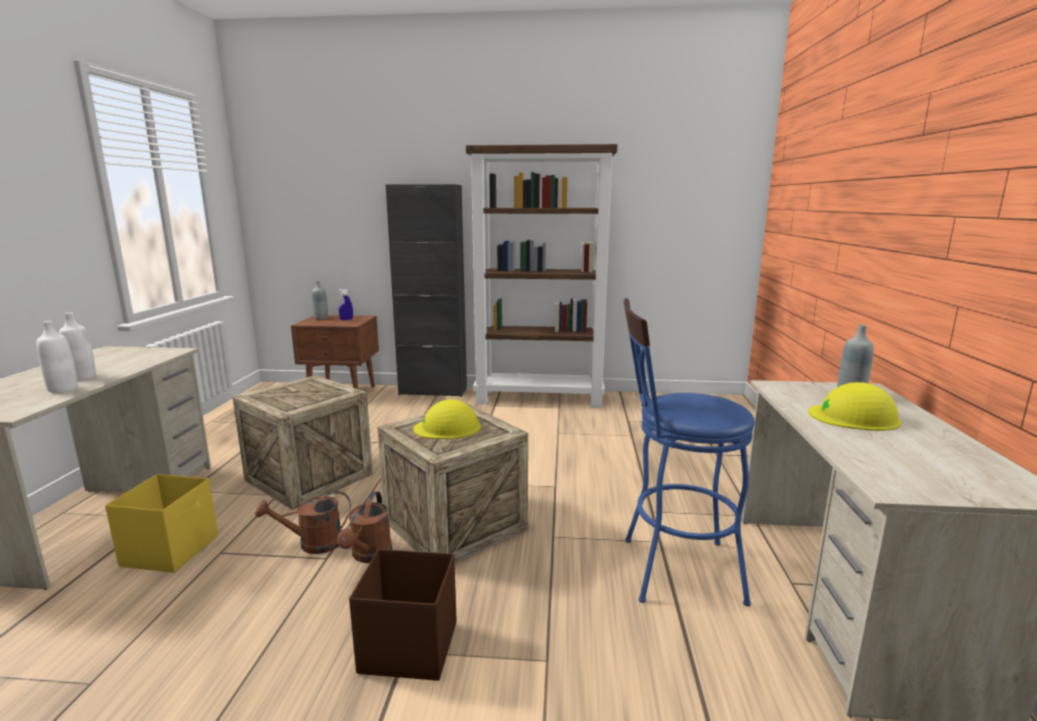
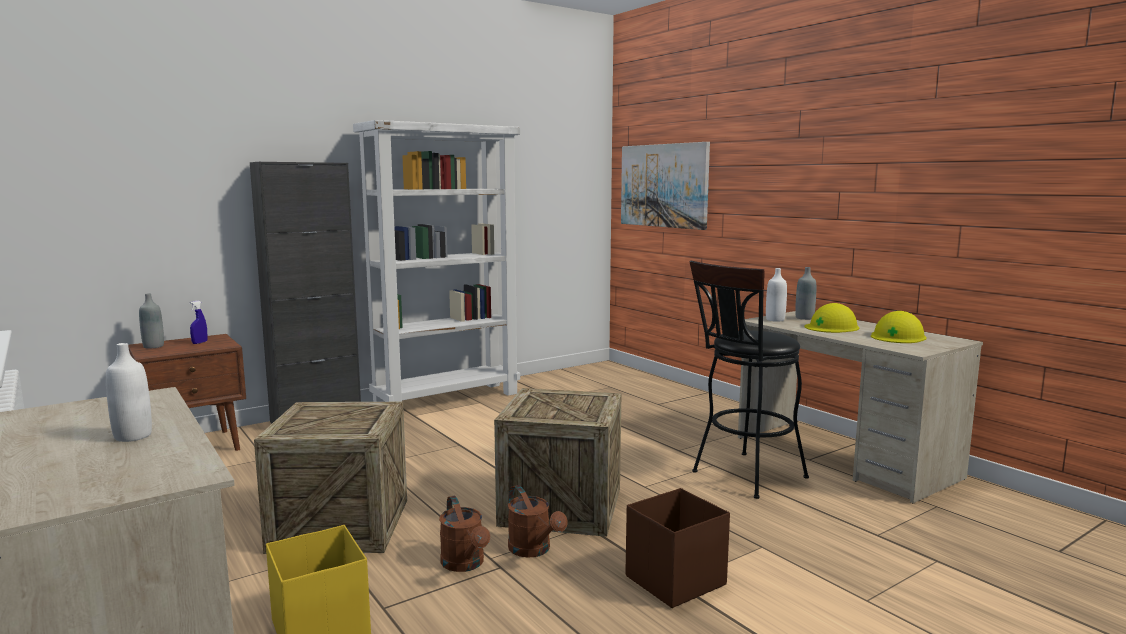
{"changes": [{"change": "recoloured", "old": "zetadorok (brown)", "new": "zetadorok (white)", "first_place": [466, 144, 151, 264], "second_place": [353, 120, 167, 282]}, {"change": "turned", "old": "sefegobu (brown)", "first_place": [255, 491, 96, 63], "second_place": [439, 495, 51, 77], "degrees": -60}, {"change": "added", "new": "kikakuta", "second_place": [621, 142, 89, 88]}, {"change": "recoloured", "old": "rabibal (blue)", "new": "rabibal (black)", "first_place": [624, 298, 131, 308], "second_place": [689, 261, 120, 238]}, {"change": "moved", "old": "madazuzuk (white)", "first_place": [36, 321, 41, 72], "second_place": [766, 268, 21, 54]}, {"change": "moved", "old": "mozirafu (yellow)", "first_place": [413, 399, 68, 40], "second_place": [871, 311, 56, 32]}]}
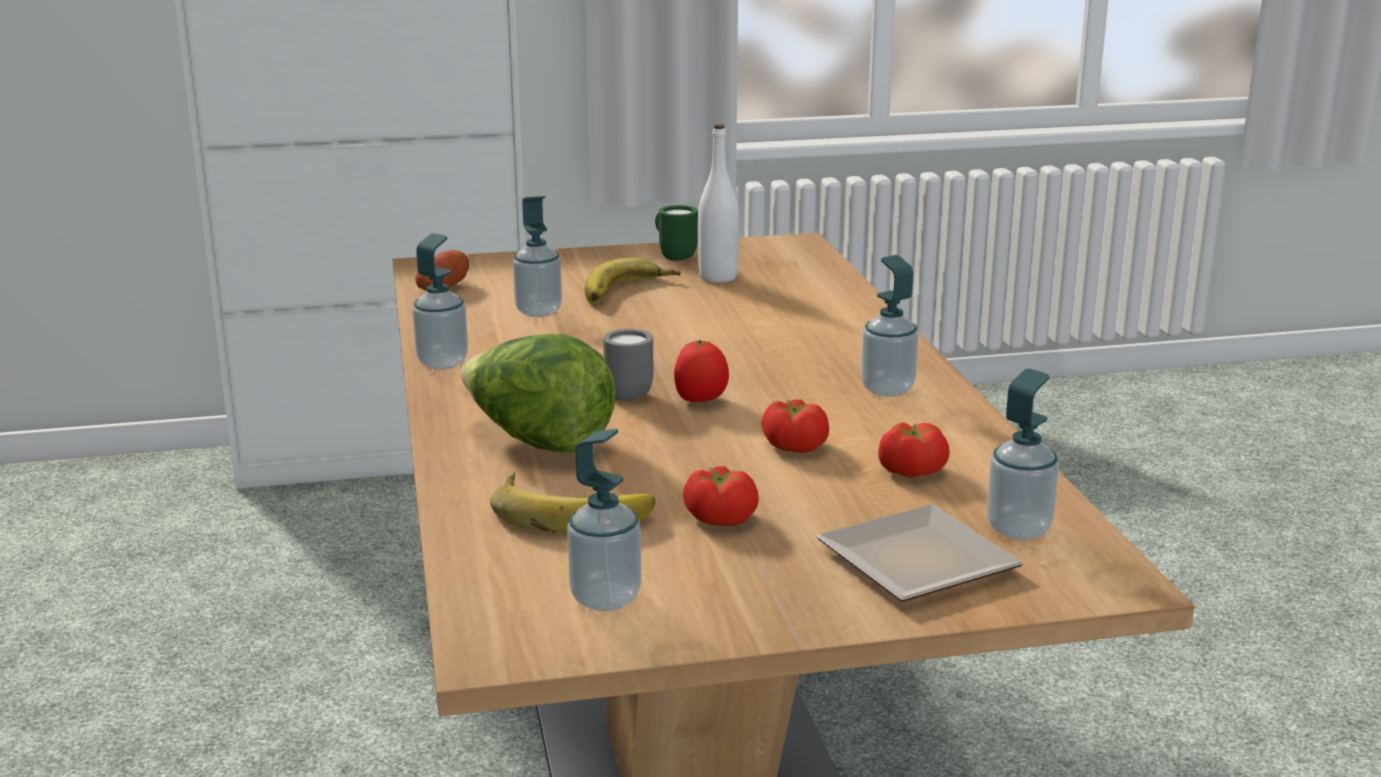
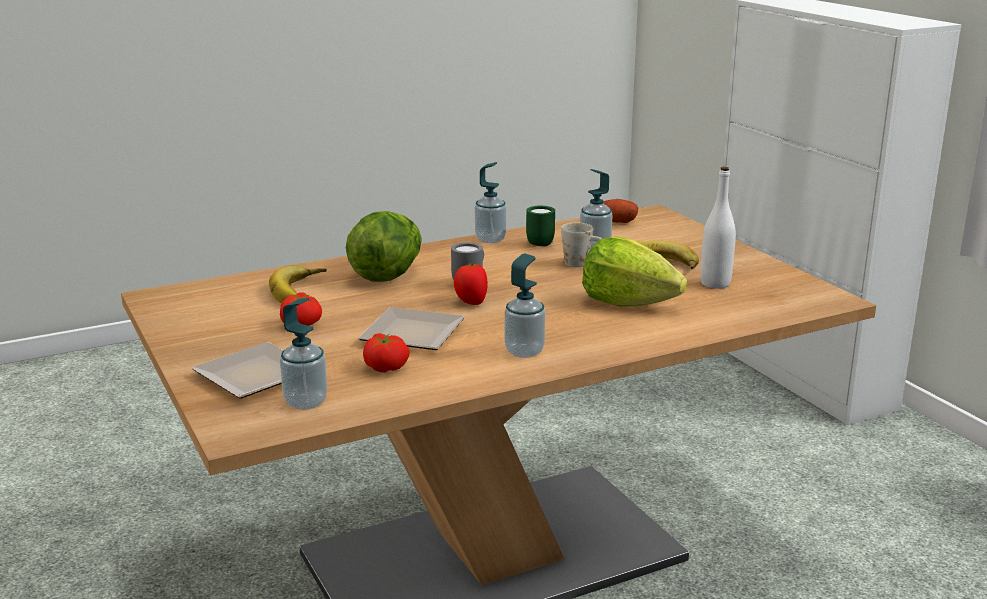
{"changes": [{"change": "replaced", "old": "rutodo", "new": "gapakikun", "first_place": [762, 399, 67, 54], "second_place": [358, 307, 107, 43]}, {"change": "moved", "old": "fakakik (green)", "first_place": [655, 205, 43, 56], "second_place": [526, 206, 29, 40]}, {"change": "added", "new": "fakakik (white)", "second_place": [561, 222, 41, 45]}, {"change": "added", "new": "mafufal", "second_place": [582, 236, 105, 70]}, {"change": "removed", "old": "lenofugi", "first_place": [567, 429, 74, 182]}]}
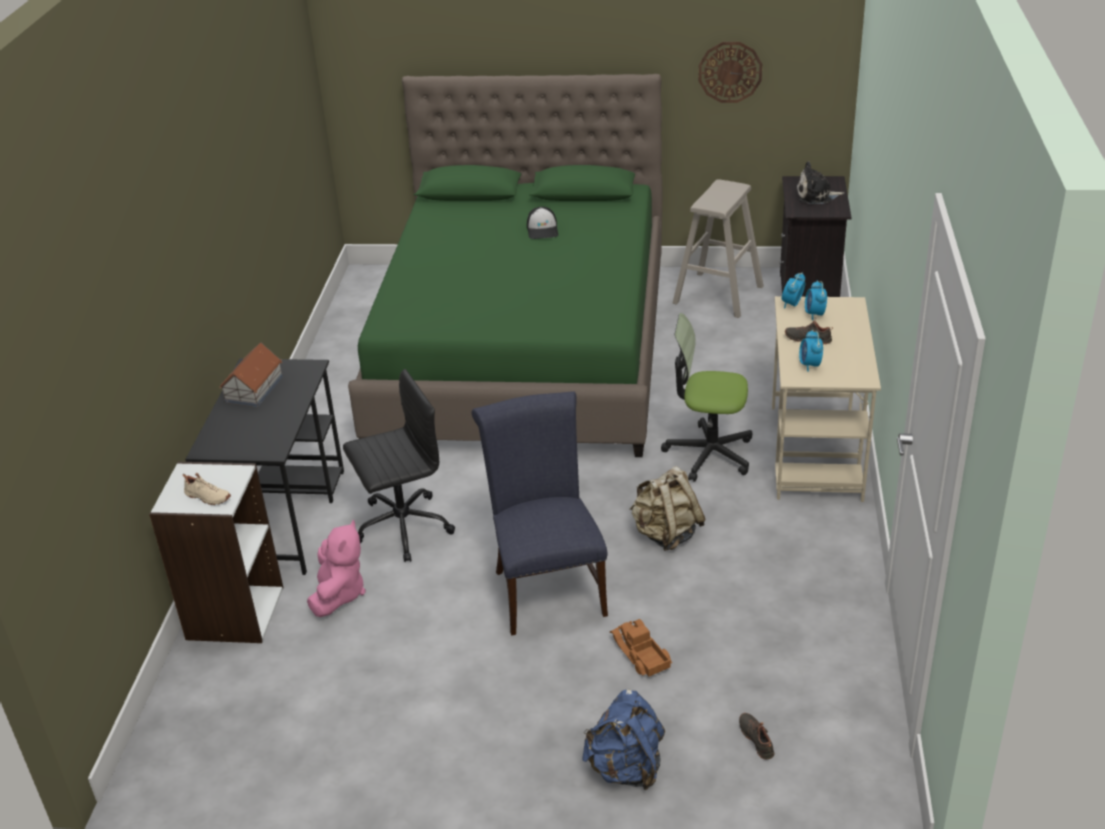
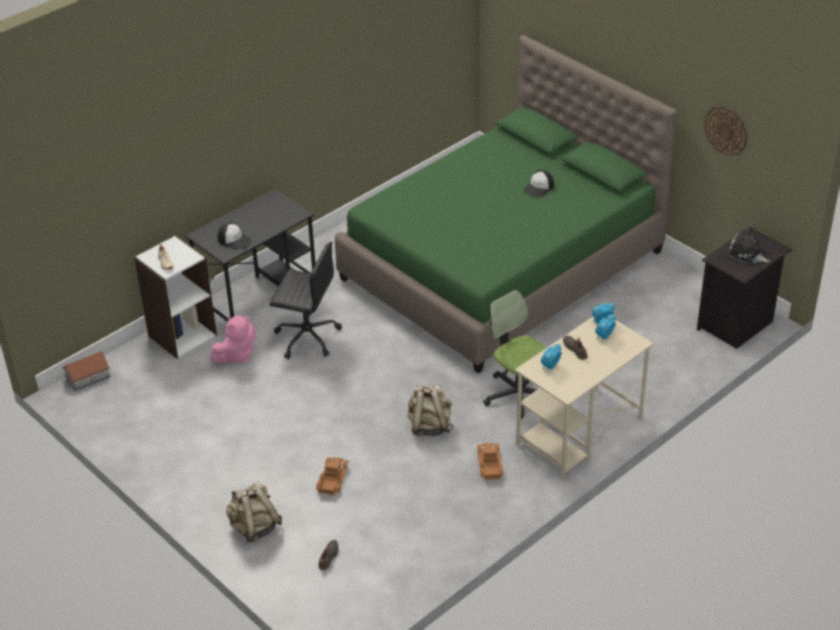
{"changes": [{"change": "moved", "old": "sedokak", "first_place": [219, 342, 64, 65], "second_place": [63, 351, 47, 40]}, {"change": "added", "new": "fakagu", "second_place": [218, 222, 34, 28]}, {"change": "recoloured", "old": "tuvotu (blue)", "new": "tuvotu (beige)", "first_place": [583, 689, 82, 101], "second_place": [226, 481, 56, 62]}, {"change": "added", "new": "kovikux", "second_place": [477, 443, 27, 37]}, {"change": "removed", "old": "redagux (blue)", "first_place": [472, 391, 136, 244]}, {"change": "removed", "old": "rabibal (beige)", "first_place": [672, 179, 92, 139]}]}
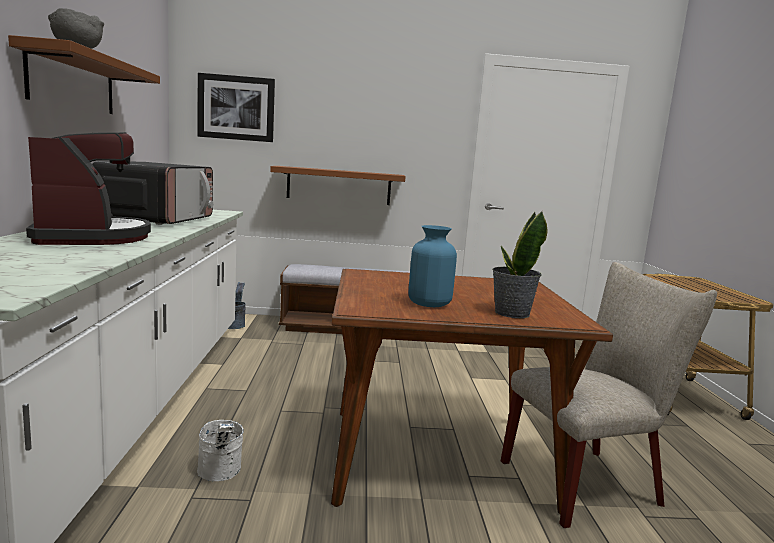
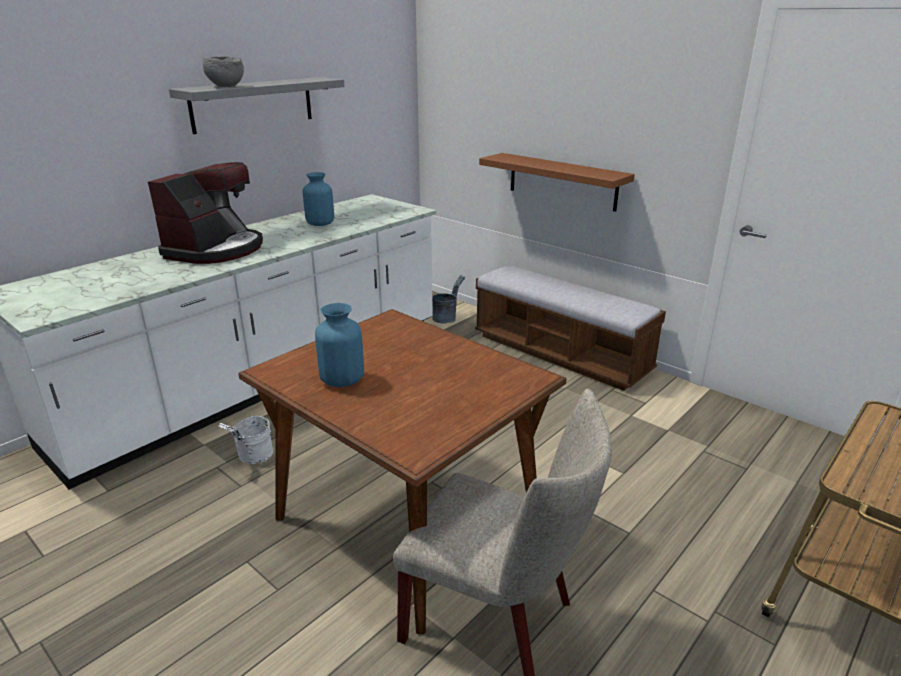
{"changes": [{"change": "recoloured", "old": "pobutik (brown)", "new": "pobutik (grey)", "first_place": [8, 35, 152, 79], "second_place": [169, 77, 175, 57]}, {"change": "replaced", "old": "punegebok", "new": "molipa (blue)", "first_place": [92, 161, 121, 64], "second_place": [303, 172, 31, 54]}, {"change": "removed", "old": "kikakuta", "first_place": [198, 73, 77, 69]}, {"change": "removed", "old": "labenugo", "first_place": [492, 211, 56, 107]}]}
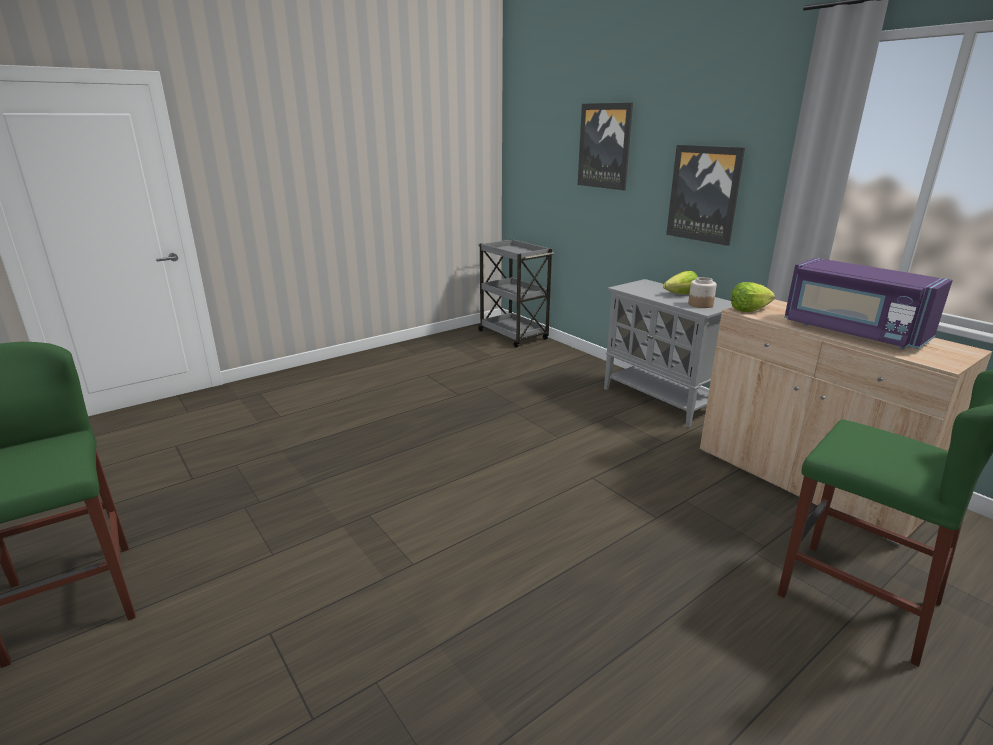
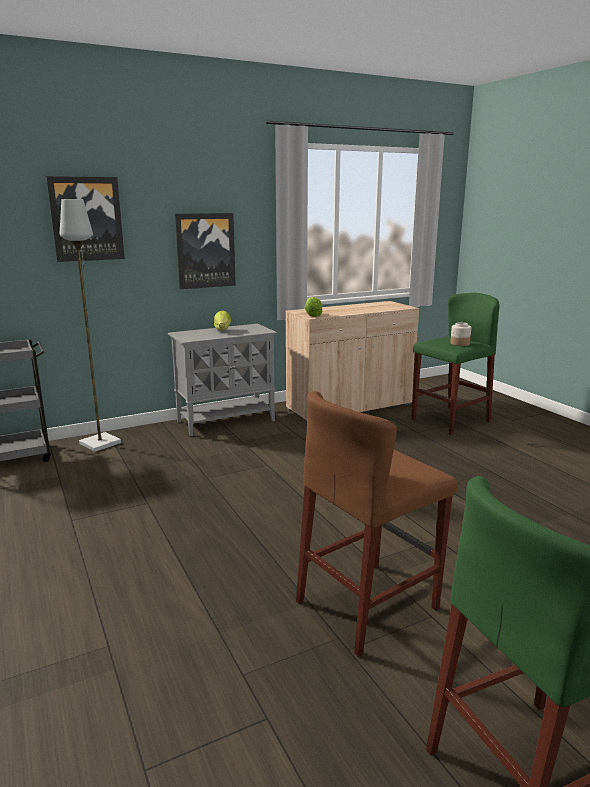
{"changes": [{"change": "added", "new": "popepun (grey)", "second_place": [60, 199, 61, 253]}, {"change": "added", "new": "rabibal (brown)", "second_place": [296, 391, 162, 266]}, {"change": "moved", "old": "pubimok", "first_place": [688, 277, 29, 31], "second_place": [450, 322, 21, 24]}, {"change": "removed", "old": "punegebok (purple)", "first_place": [784, 258, 169, 91]}]}
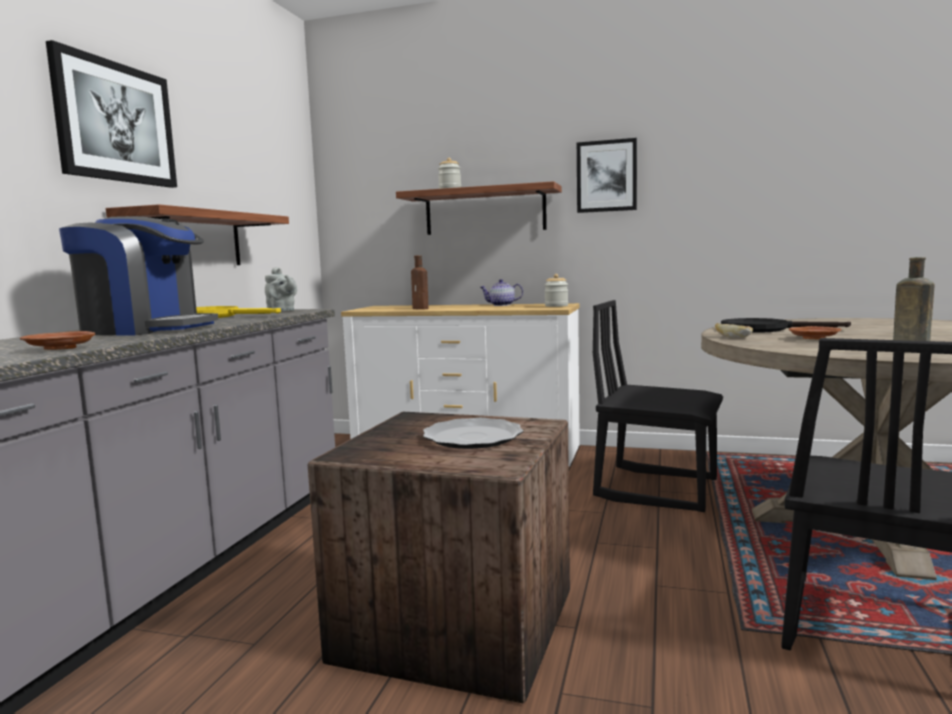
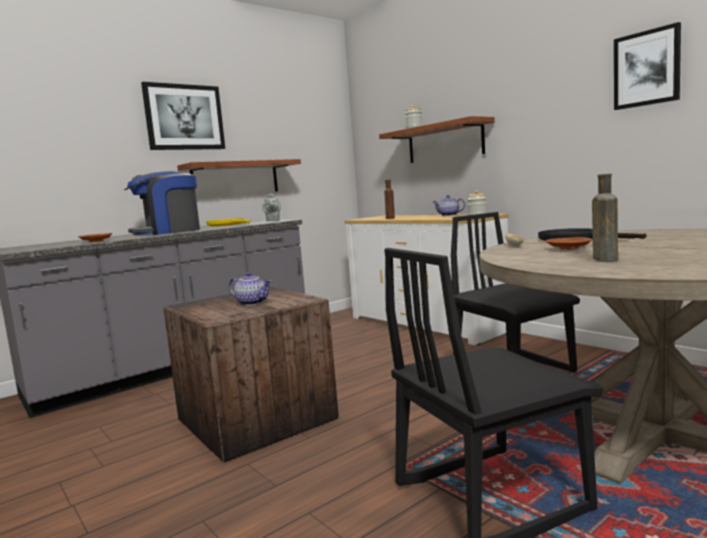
{"changes": [{"change": "turned", "old": "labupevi", "first_place": [59, 216, 159, 120], "second_place": [124, 171, 76, 64], "degrees": 105}, {"change": "replaced", "old": "gapakikun", "new": "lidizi", "first_place": [423, 418, 100, 31], "second_place": [229, 272, 43, 34]}, {"change": "moved", "old": "kikakuta", "first_place": [577, 138, 60, 75], "second_place": [614, 22, 67, 88]}]}
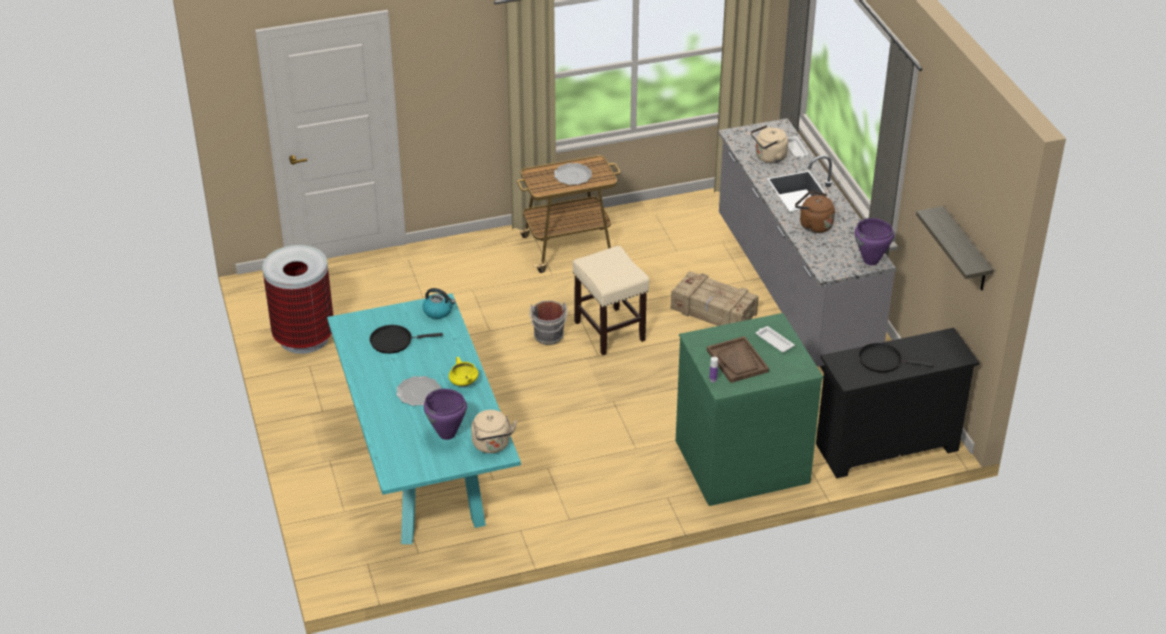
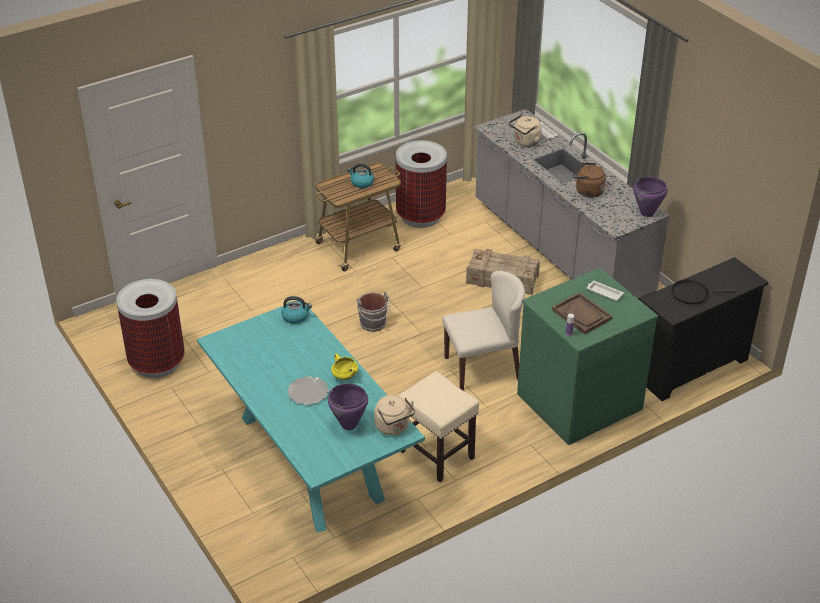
{"changes": [{"change": "replaced", "old": "gapakikun", "new": "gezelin", "first_place": [554, 163, 38, 22], "second_place": [347, 163, 27, 25]}, {"change": "added", "new": "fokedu", "second_place": [396, 140, 51, 88]}, {"change": "moved", "old": "rabibal (beige)", "first_place": [573, 246, 76, 109], "second_place": [398, 371, 81, 111]}, {"change": "added", "new": "redagux (beige)", "second_place": [442, 271, 83, 120]}, {"change": "removed", "old": "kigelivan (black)", "first_place": [370, 325, 73, 29]}, {"change": "removed", "old": "pobutik", "first_place": [916, 206, 78, 84]}]}
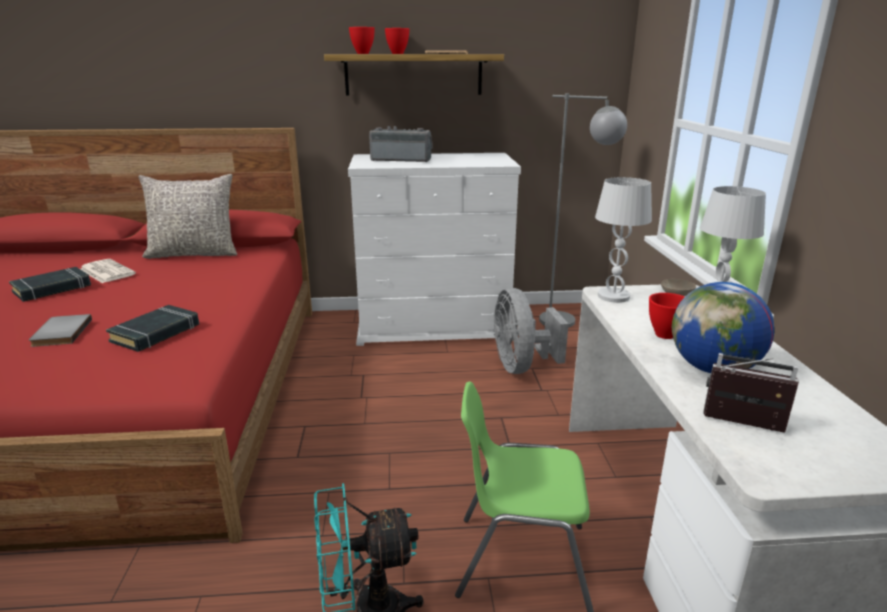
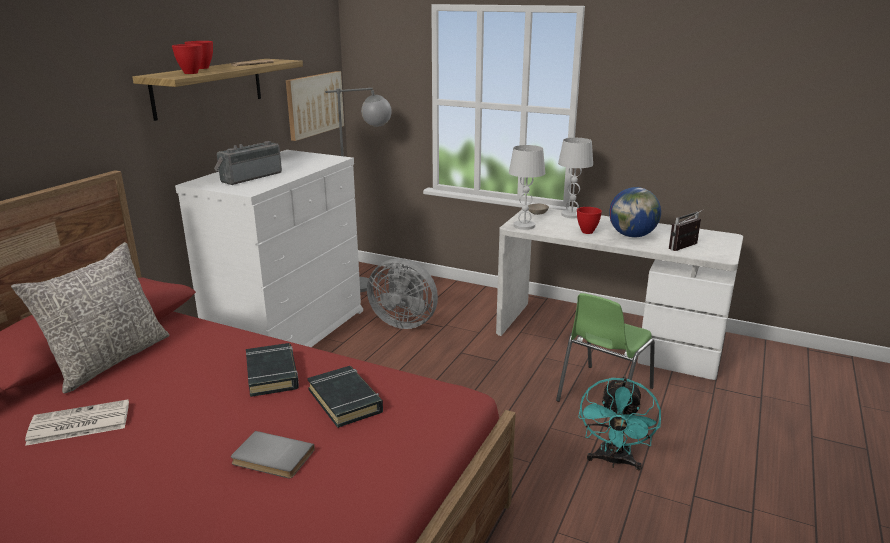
{"changes": [{"change": "moved", "old": "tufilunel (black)", "first_place": [9, 267, 82, 35], "second_place": [246, 343, 53, 54]}, {"change": "added", "new": "kikakuta", "second_place": [286, 71, 58, 70]}]}
